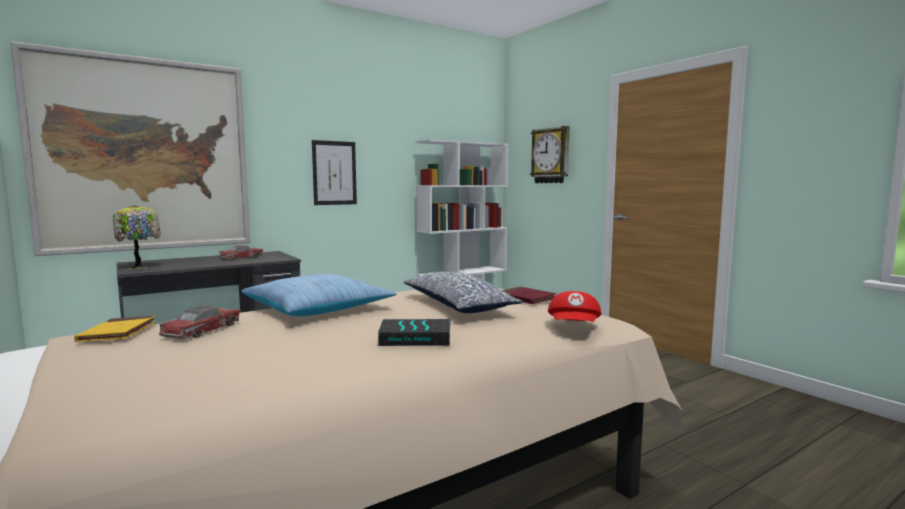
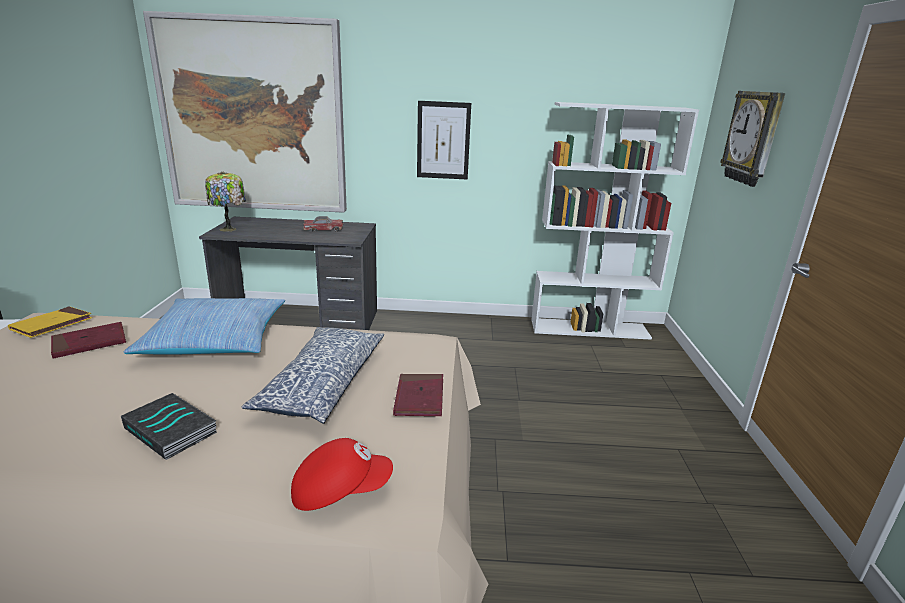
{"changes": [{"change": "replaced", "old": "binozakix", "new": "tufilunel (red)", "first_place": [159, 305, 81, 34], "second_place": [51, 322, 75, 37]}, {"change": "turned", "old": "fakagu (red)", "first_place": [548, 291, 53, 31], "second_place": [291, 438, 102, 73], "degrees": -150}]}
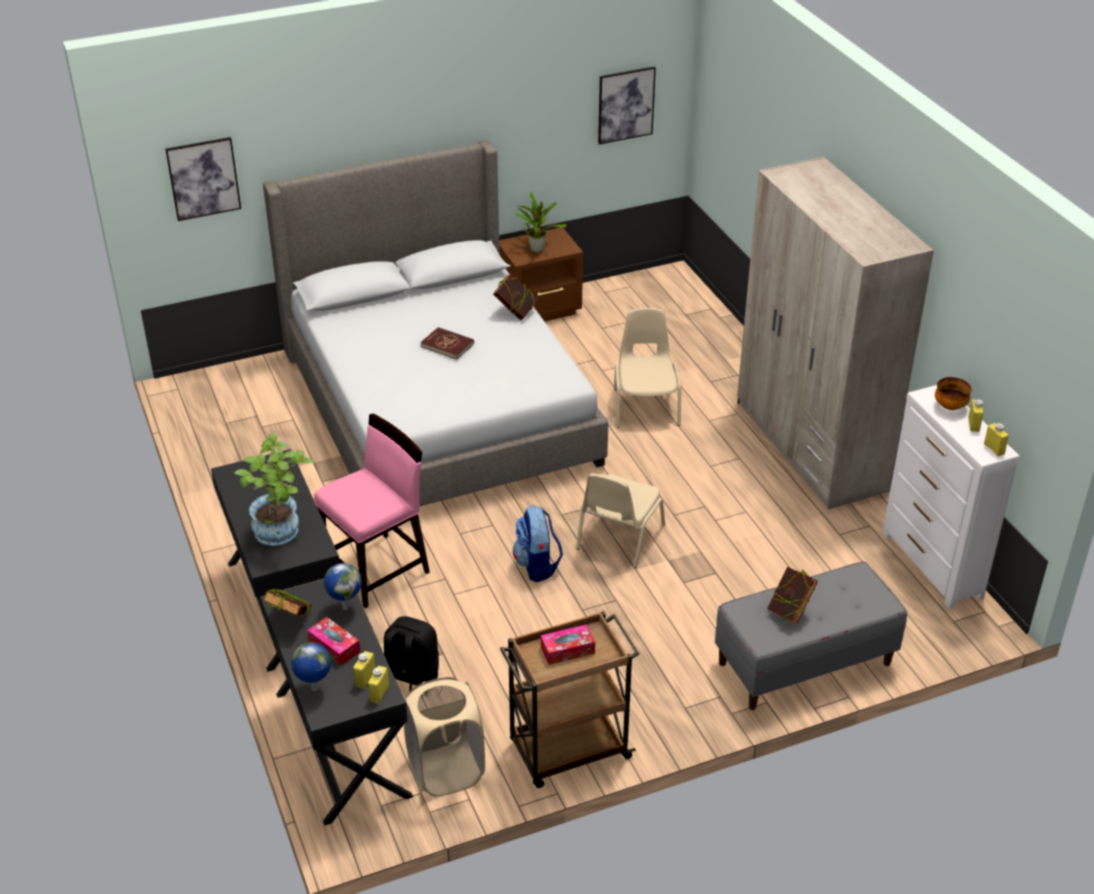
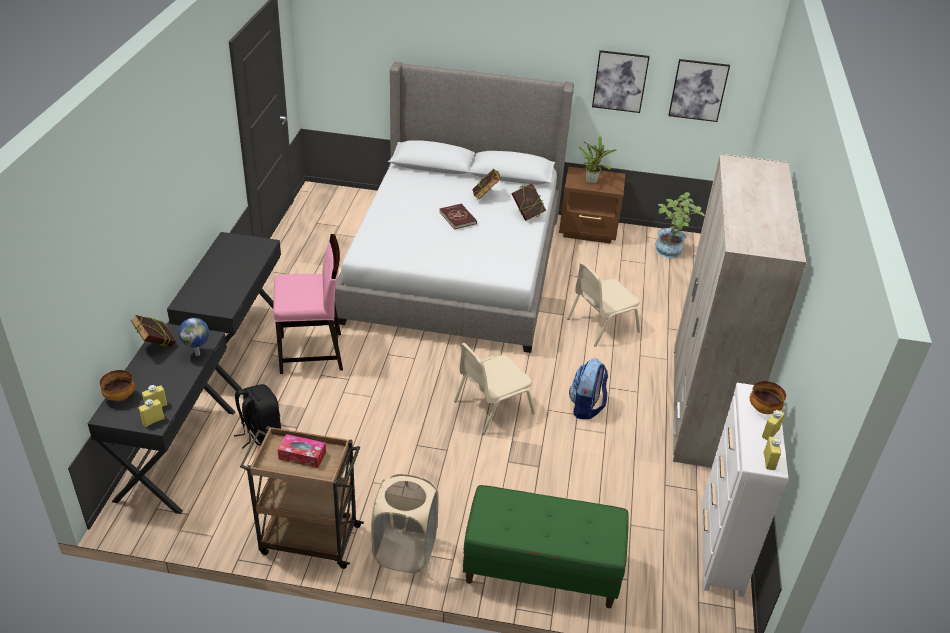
{"changes": [{"change": "replaced", "old": "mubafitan", "new": "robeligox", "first_place": [291, 643, 40, 48], "second_place": [100, 370, 35, 31]}, {"change": "moved", "old": "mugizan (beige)", "first_place": [404, 677, 81, 120], "second_place": [371, 474, 68, 99]}, {"change": "recoloured", "old": "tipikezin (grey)", "new": "tipikezin (green)", "first_place": [715, 562, 192, 148], "second_place": [463, 485, 166, 123]}, {"change": "moved", "old": "tufilunel", "first_place": [767, 567, 51, 57], "second_place": [472, 169, 29, 30]}, {"change": "turned", "old": "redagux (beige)", "first_place": [614, 308, 67, 119], "second_place": [567, 262, 73, 85], "degrees": -150}, {"change": "moved", "old": "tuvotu", "first_place": [513, 505, 50, 77], "second_place": [569, 359, 39, 60]}, {"change": "moved", "old": "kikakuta", "first_place": [165, 137, 76, 84], "second_place": [592, 50, 58, 63]}, {"change": "moved", "old": "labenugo", "first_place": [235, 433, 80, 113], "second_place": [655, 192, 50, 66]}, {"change": "removed", "old": "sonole", "first_place": [307, 617, 53, 49]}]}
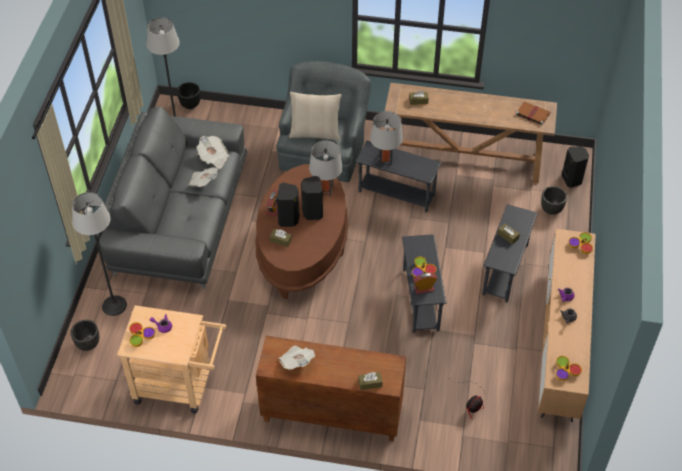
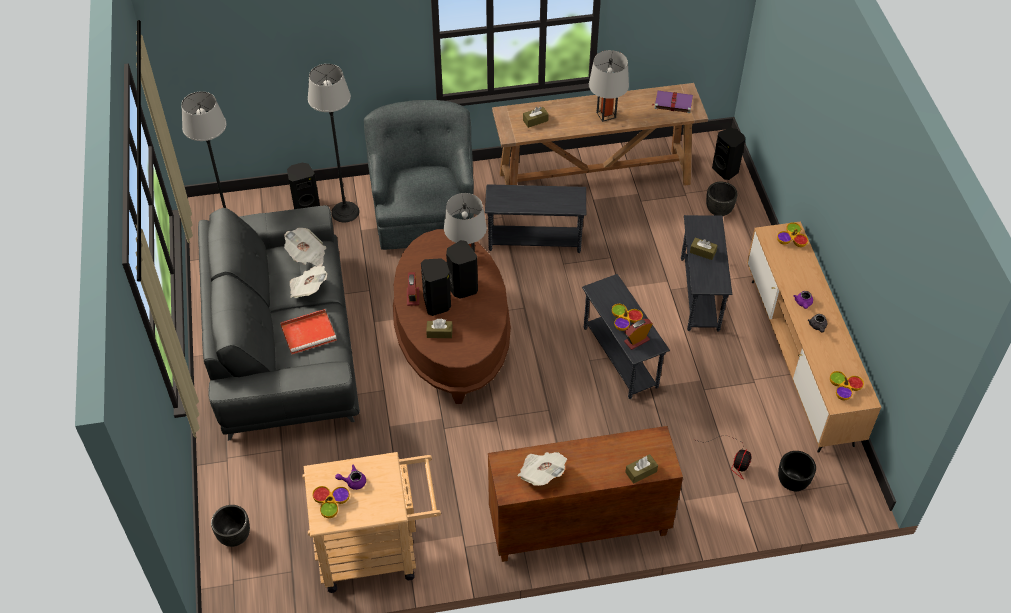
{"changes": [{"change": "added", "new": "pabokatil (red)", "second_place": [280, 309, 57, 46]}, {"change": "added", "new": "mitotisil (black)", "second_place": [287, 163, 33, 46]}, {"change": "moved", "old": "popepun", "first_place": [72, 192, 55, 124], "second_place": [308, 64, 52, 159]}, {"change": "moved", "old": "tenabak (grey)", "first_place": [370, 111, 33, 54], "second_place": [589, 50, 40, 72]}, {"change": "recoloured", "old": "tufilunel (brown)", "new": "tufilunel (purple)", "first_place": [516, 102, 35, 24], "second_place": [653, 91, 40, 22]}, {"change": "moved", "old": "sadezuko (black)", "first_place": [177, 82, 24, 27], "second_place": [778, 451, 38, 40]}, {"change": "removed", "old": "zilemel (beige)", "first_place": [289, 92, 52, 49]}]}
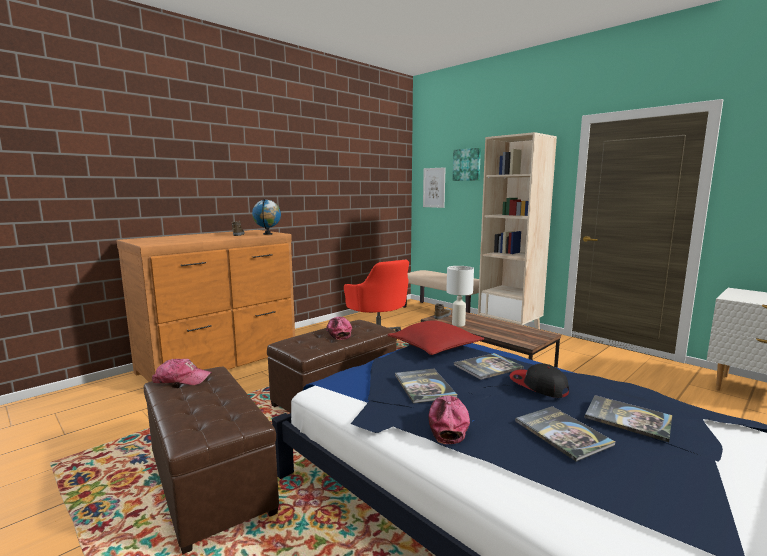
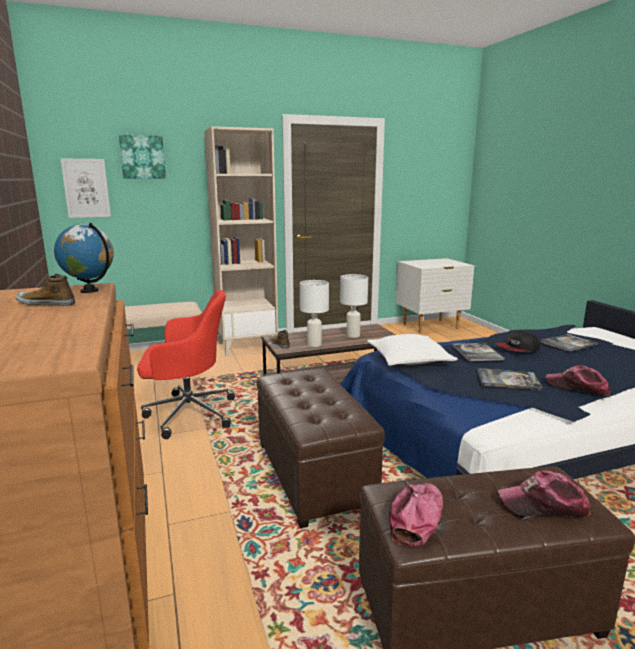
{"changes": [{"change": "added", "new": "tenabak (white)", "second_place": [340, 274, 28, 64]}, {"change": "recoloured", "old": "zilemel (red)", "new": "zilemel (white)", "first_place": [388, 320, 96, 35], "second_place": [367, 334, 91, 32]}, {"change": "moved", "old": "fakagu", "first_place": [326, 317, 26, 23], "second_place": [498, 470, 93, 48]}, {"change": "removed", "old": "tufilunel", "first_place": [515, 406, 100, 56]}]}
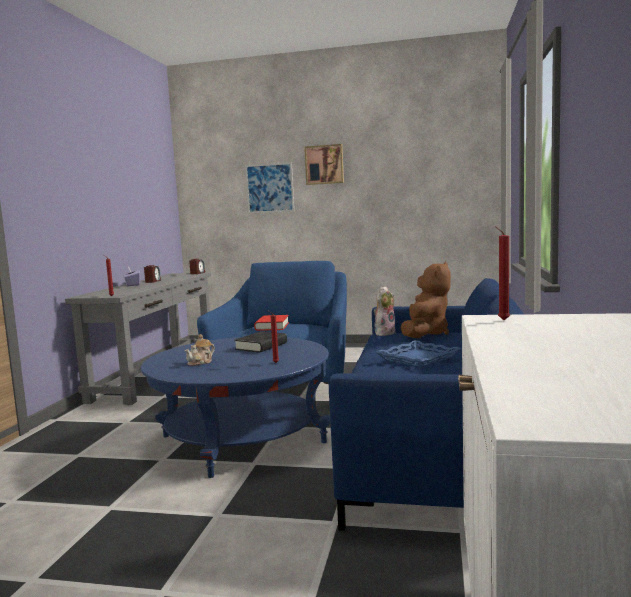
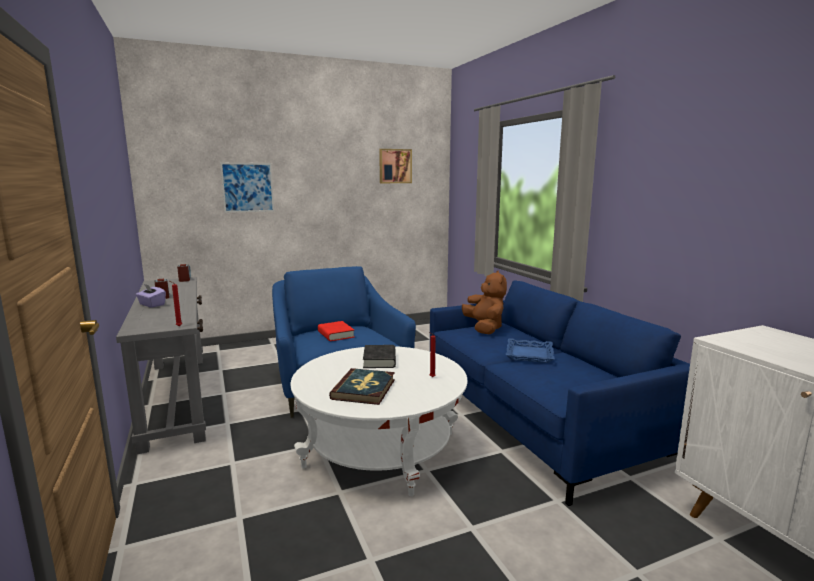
{"changes": [{"change": "recoloured", "old": "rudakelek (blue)", "new": "rudakelek (white)", "first_place": [141, 337, 189, 141], "second_place": [290, 346, 177, 150]}, {"change": "replaced", "old": "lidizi", "new": "tufilunel", "first_place": [184, 334, 31, 32], "second_place": [329, 368, 66, 37]}, {"change": "moved", "old": "kikakuta", "first_place": [304, 144, 40, 41], "second_place": [379, 149, 33, 34]}, {"change": "removed", "old": "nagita", "first_place": [374, 286, 21, 50]}, {"change": "removed", "old": "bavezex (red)", "first_place": [495, 226, 15, 94]}]}
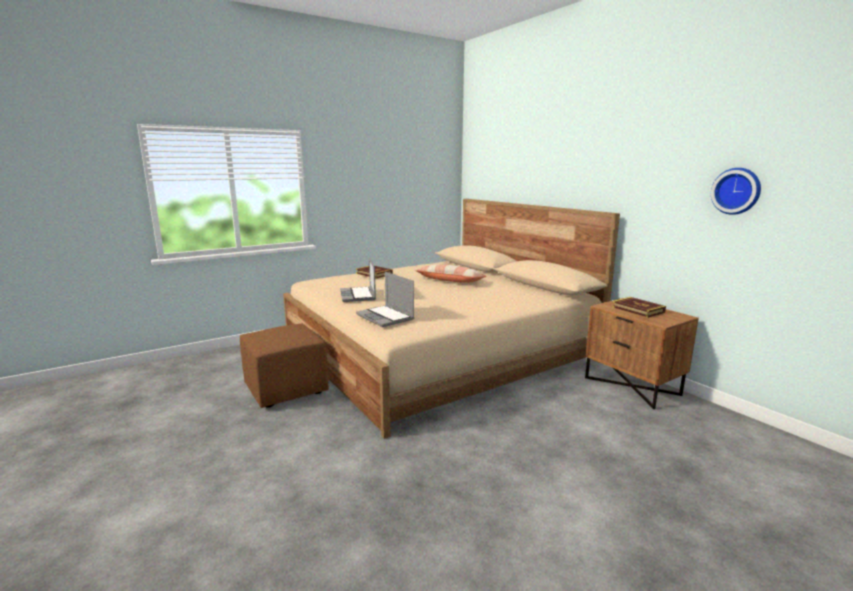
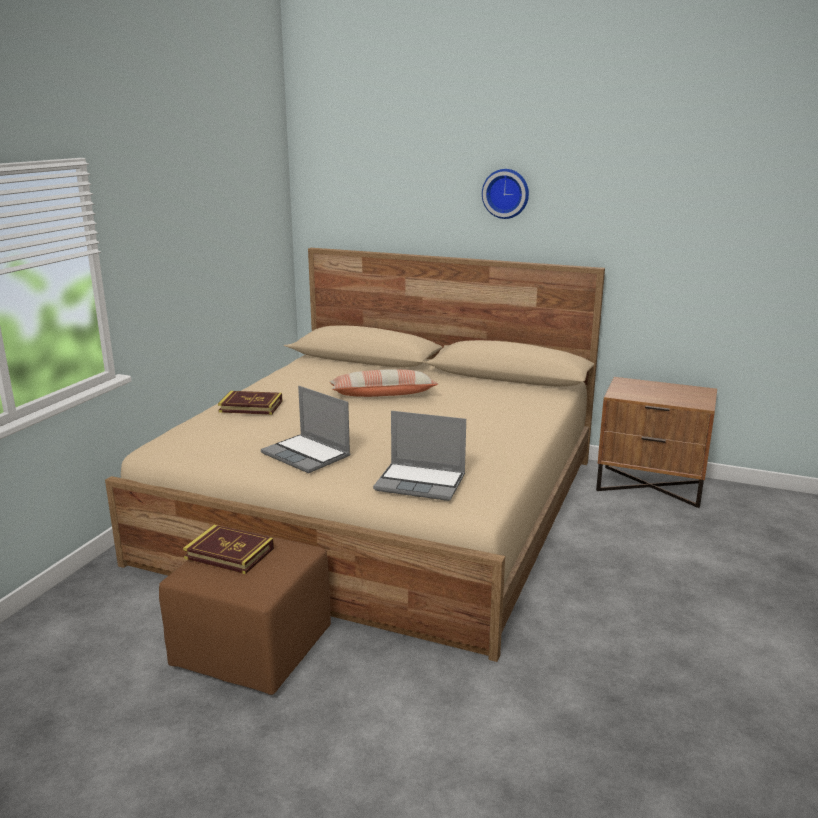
{"changes": [{"change": "moved", "old": "tufilunel", "first_place": [612, 297, 54, 21], "second_place": [183, 525, 91, 49]}, {"change": "moved", "old": "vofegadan", "first_place": [711, 168, 50, 47], "second_place": [482, 169, 47, 50]}]}
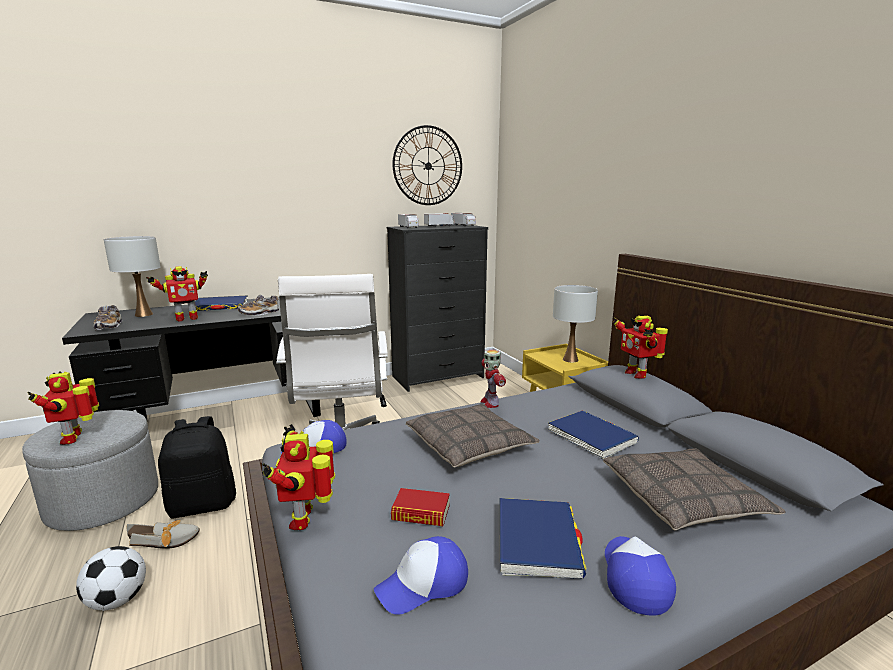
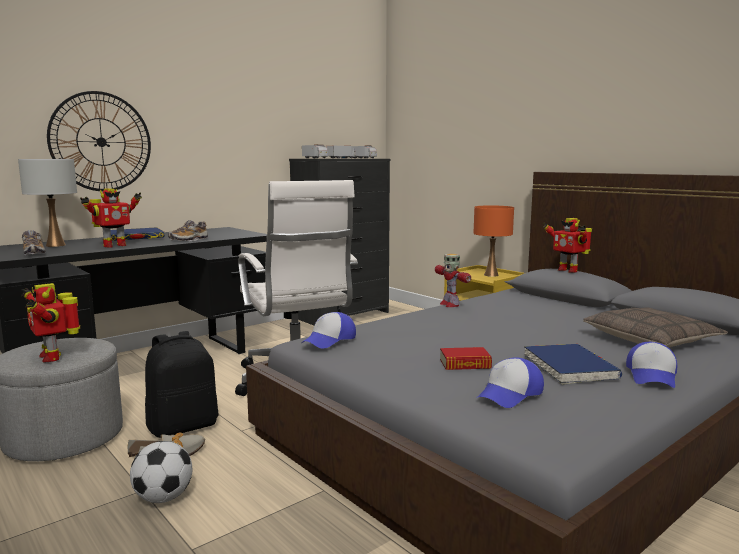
{"changes": [{"change": "moved", "old": "vofegadan", "first_place": [392, 125, 70, 80], "second_place": [47, 91, 104, 100]}, {"change": "recoloured", "old": "tenabak (white)", "new": "tenabak (orange)", "first_place": [553, 285, 45, 78], "second_place": [474, 205, 40, 72]}, {"change": "turned", "old": "fakagu", "first_place": [605, 536, 71, 80], "second_place": [626, 342, 51, 46], "degrees": -150}, {"change": "removed", "old": "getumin", "first_place": [262, 424, 73, 106]}, {"change": "removed", "old": "zilemel", "first_place": [406, 404, 134, 64]}, {"change": "removed", "old": "tufilunel (blue)", "first_place": [548, 410, 91, 50]}]}
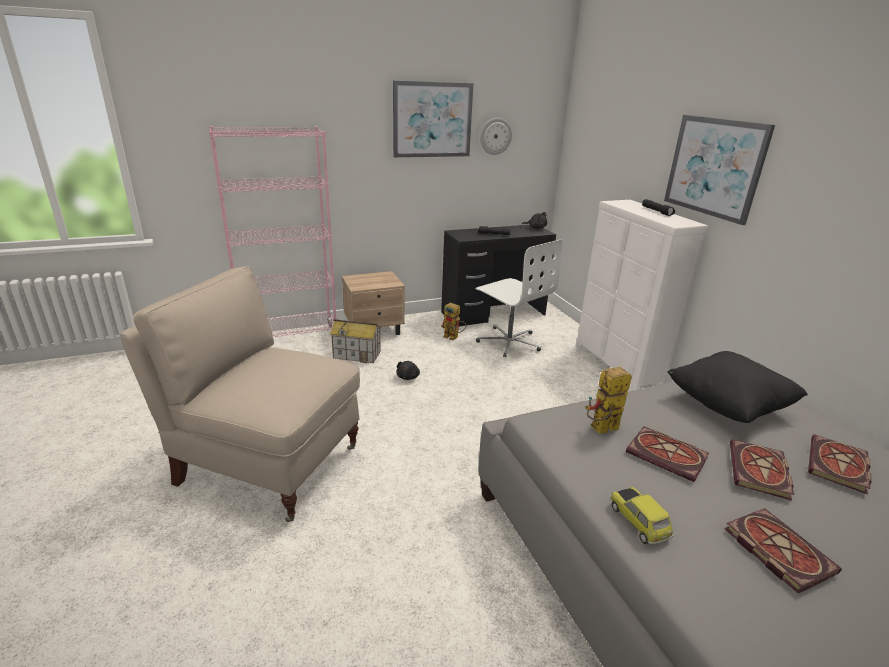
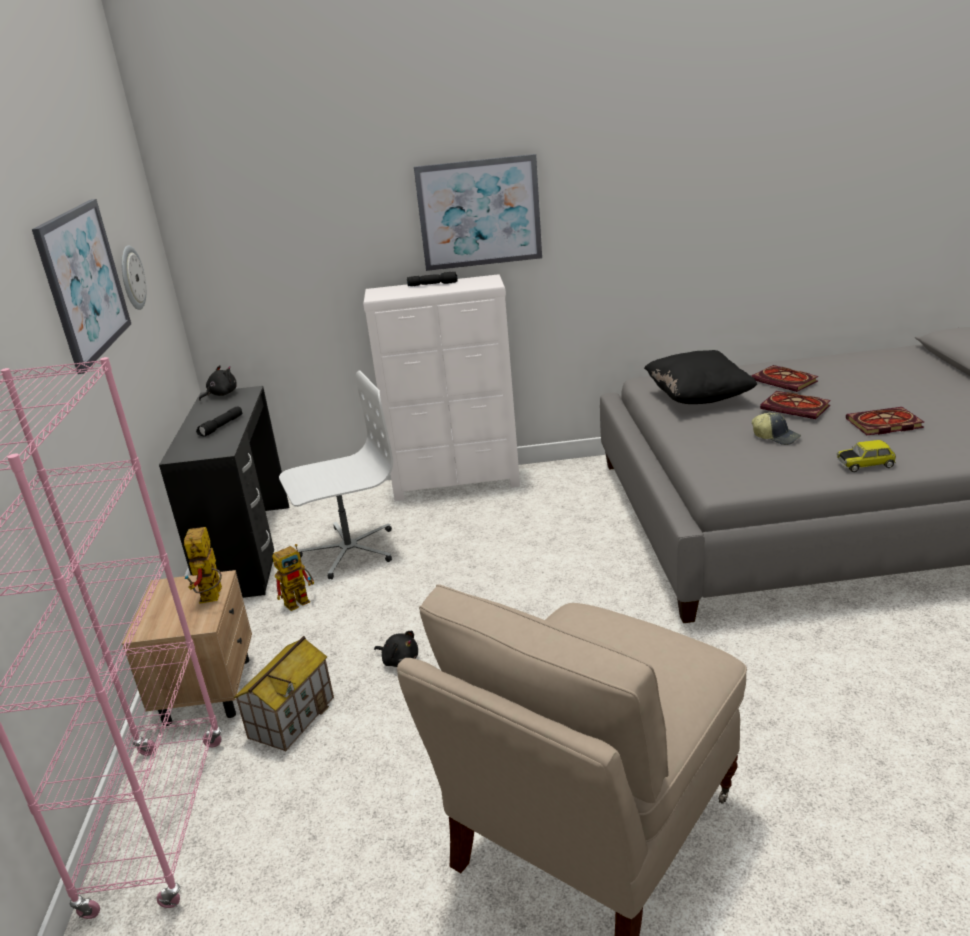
{"changes": [{"change": "moved", "old": "getumin", "first_place": [585, 367, 47, 67], "second_place": [184, 527, 38, 77]}, {"change": "replaced", "old": "tufilunel", "new": "fakagu", "first_place": [626, 426, 83, 56], "second_place": [752, 413, 49, 32]}]}
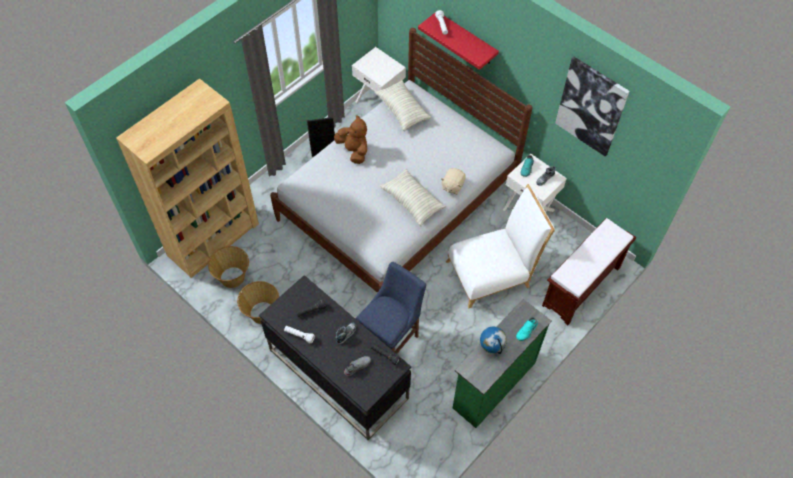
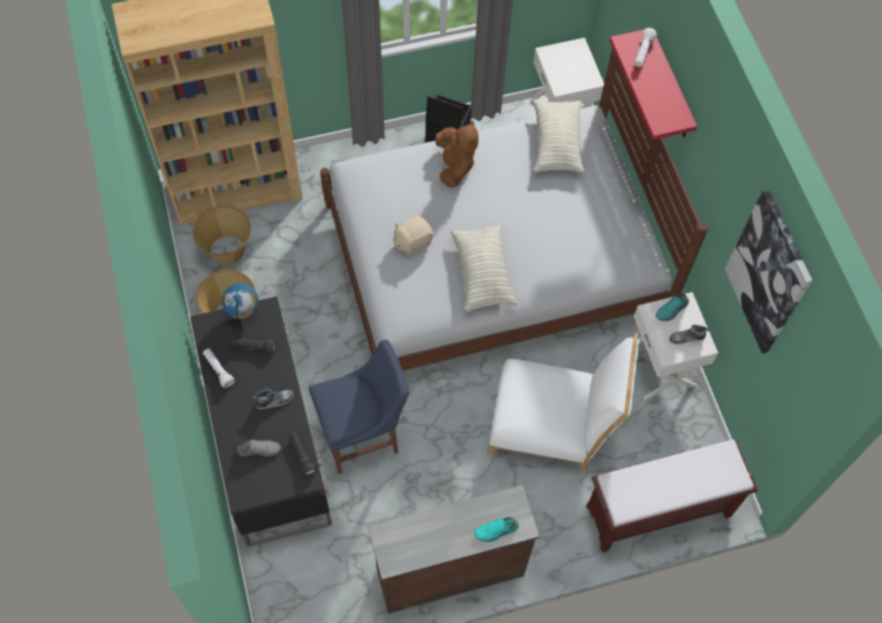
{"changes": [{"change": "moved", "old": "mubafitan", "first_place": [480, 327, 27, 27], "second_place": [222, 283, 37, 39]}, {"change": "recoloured", "old": "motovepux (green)", "new": "motovepux (brown)", "first_place": [453, 299, 98, 129], "second_place": [368, 485, 172, 129]}, {"change": "moved", "old": "nagita (beige)", "first_place": [441, 168, 25, 26], "second_place": [393, 216, 40, 40]}]}
